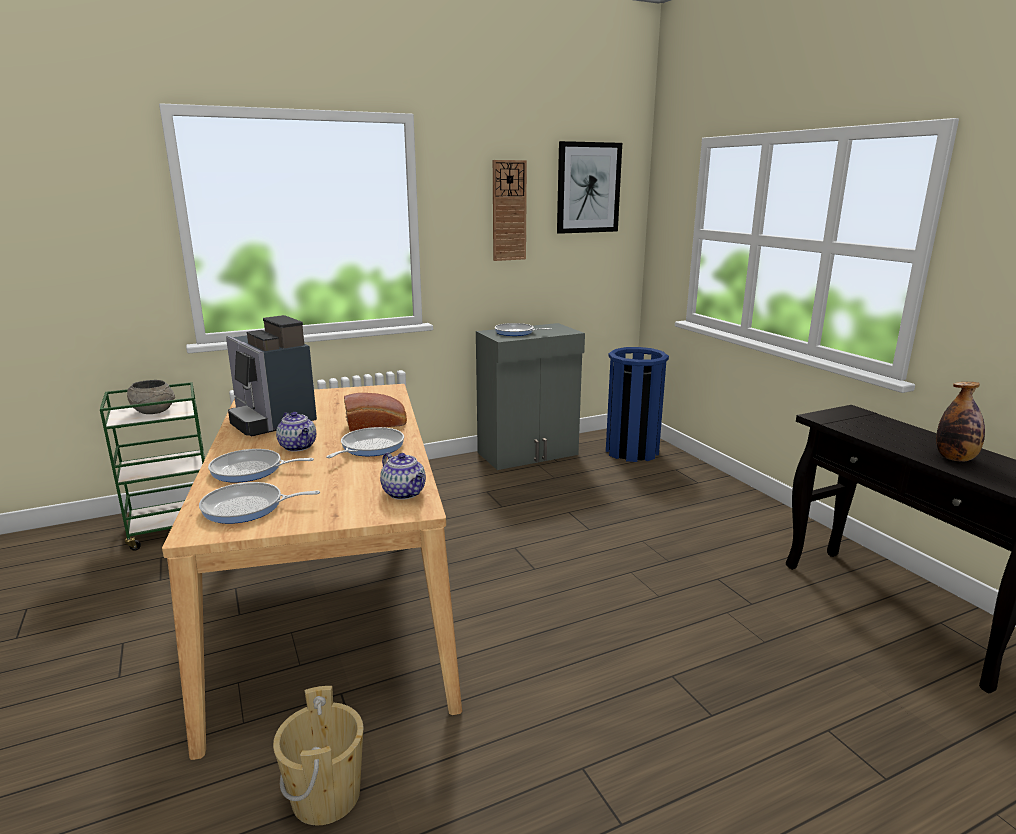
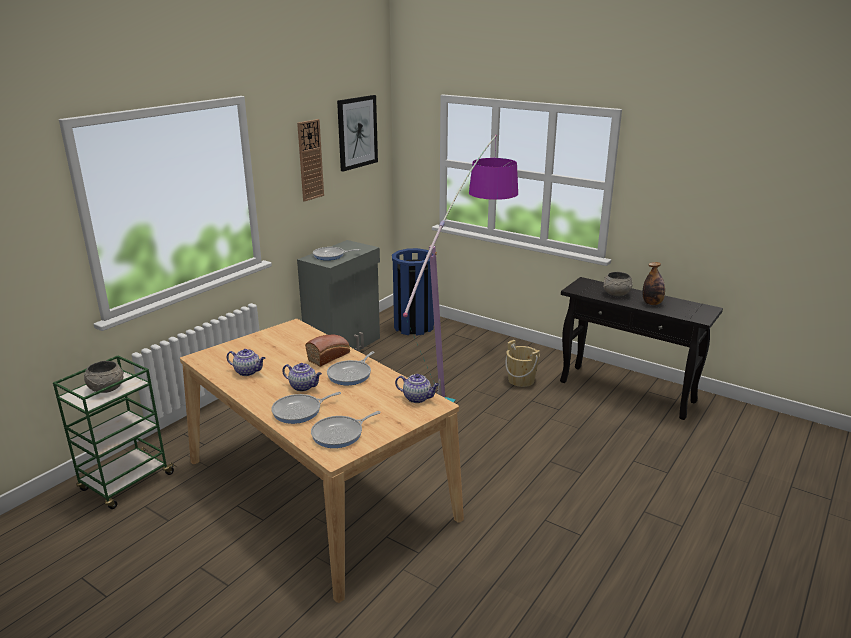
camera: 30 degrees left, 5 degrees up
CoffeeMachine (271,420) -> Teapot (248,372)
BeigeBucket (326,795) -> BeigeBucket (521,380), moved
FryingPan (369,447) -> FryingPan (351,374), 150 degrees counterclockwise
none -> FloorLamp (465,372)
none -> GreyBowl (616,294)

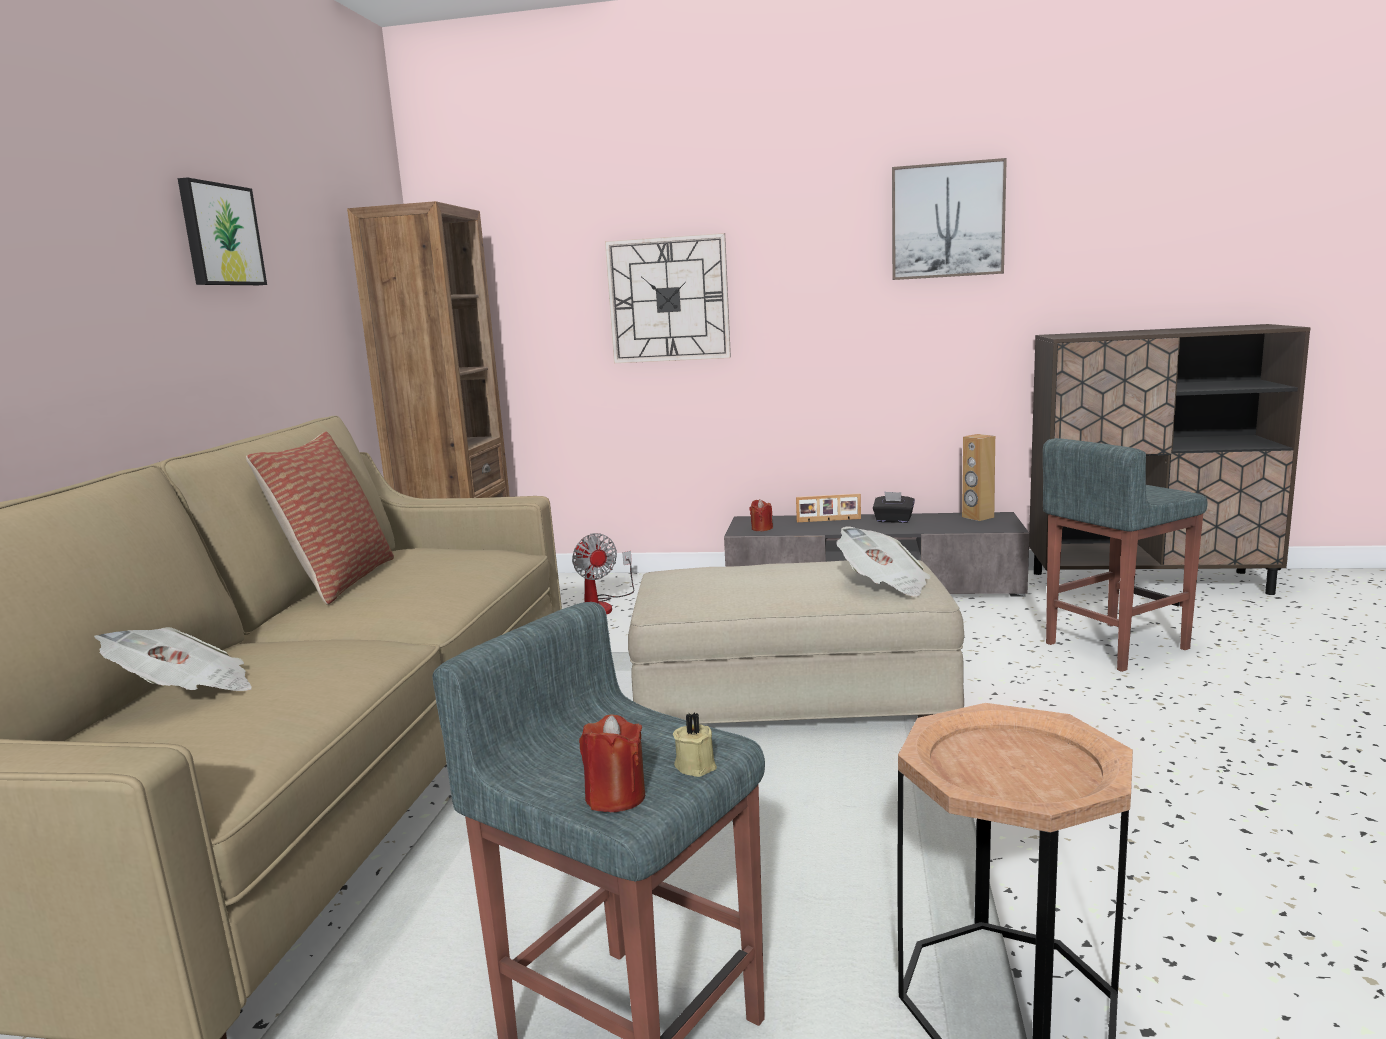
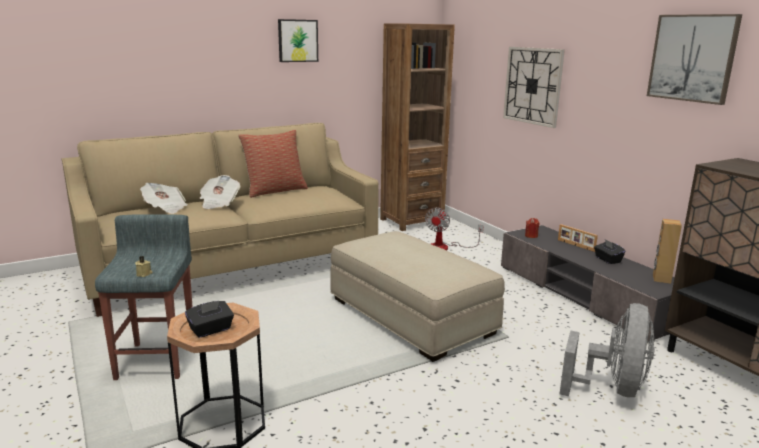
camera: 50 degrees right, 5 degrees up
RedCandle (615,797) -> none
Newspaper (884,585) -> Newspaper (219,203), moved
GreyStool (1114,646) -> GreyFan (612,388)
none -> BlackTissueBox (211,330)

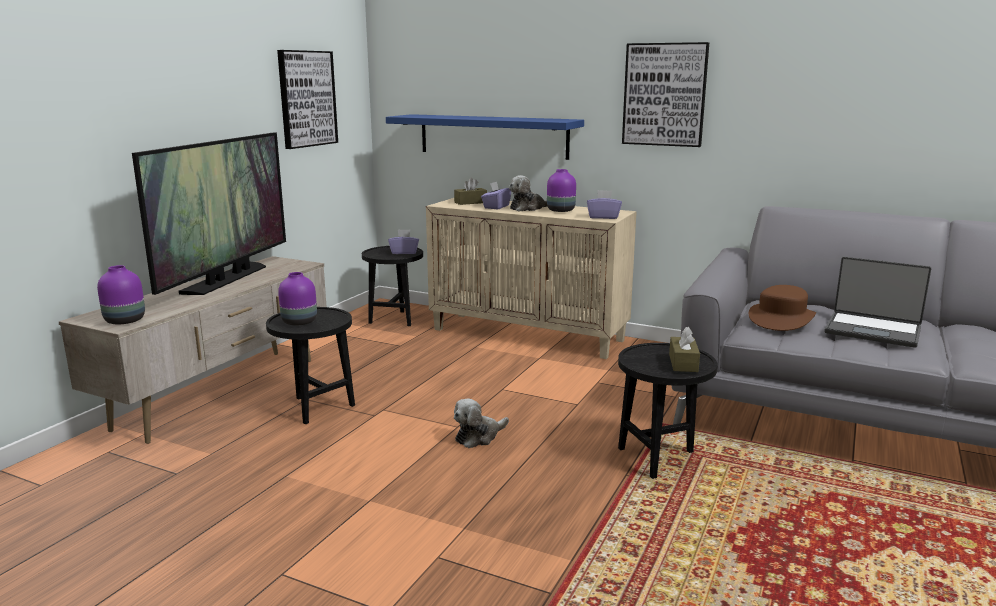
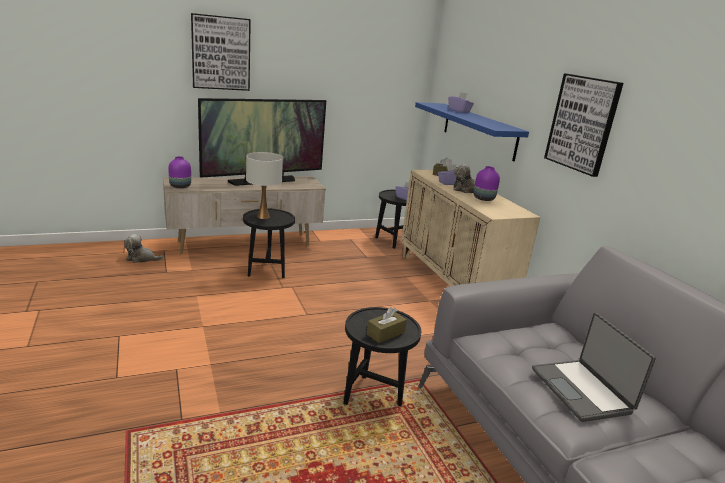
camera: 40 degrees right, 5 degrees up
Picture (307,99) -> Picture (221,53), moved
PurpleVase (299,322) -> WhiteTableLamp (263,216)
PlushToy (479,436) -> PlushToy (142,258), moved
PurpleTissueBox (603,217) -> PurpleTissueBox (459,111), moved
BrownHat (781,318) -> none

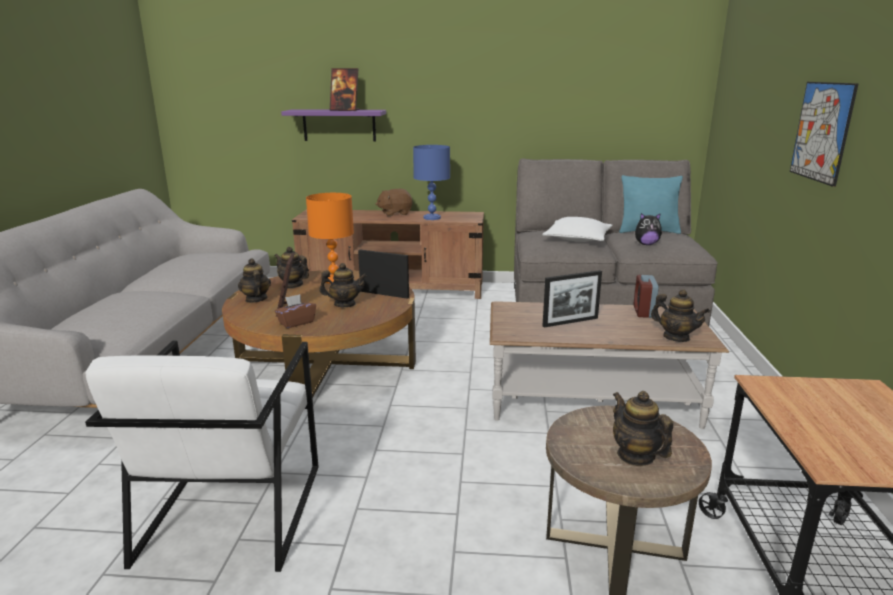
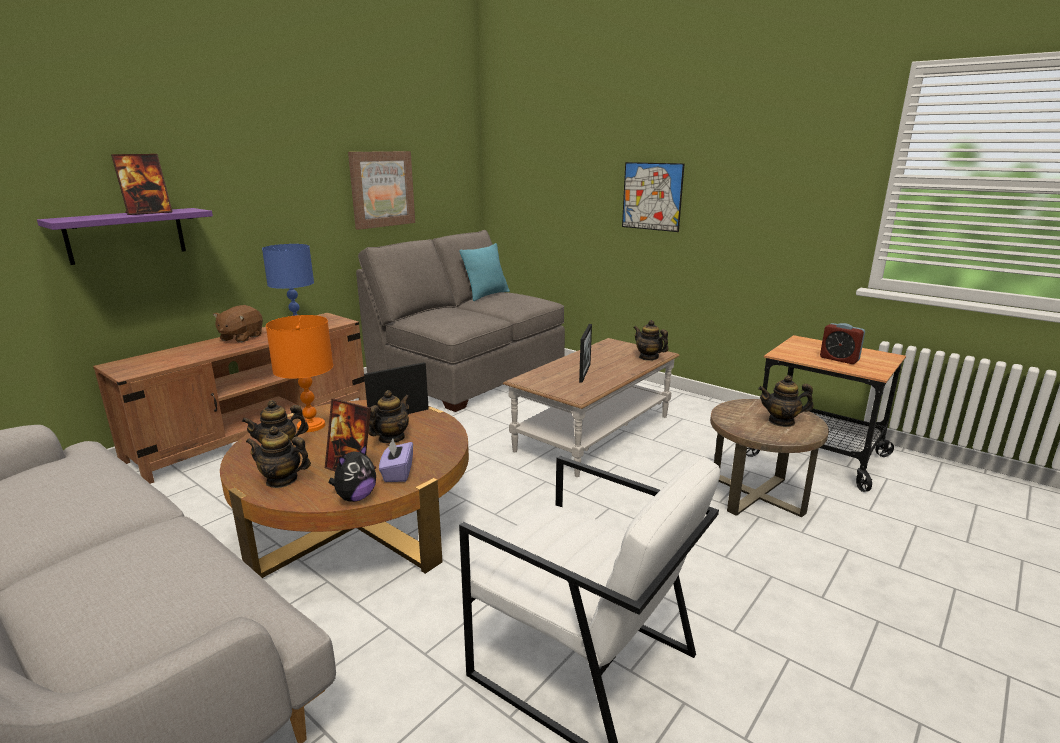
camera: 55 degrees left, 0 degrees up
BrownTissueBox (296,322) -> PurpleTissueBox (397,473)
WhitePillow (577,239) -> none
AlarmClock (643,312) -> AlarmClock (839,359), moved
PlushToy (646,244) -> PlushToy (355,497), moved
Teapot (676,337) -> Teapot (648,357), 120 degrees counterclockwise
none -> Picture (382,189)

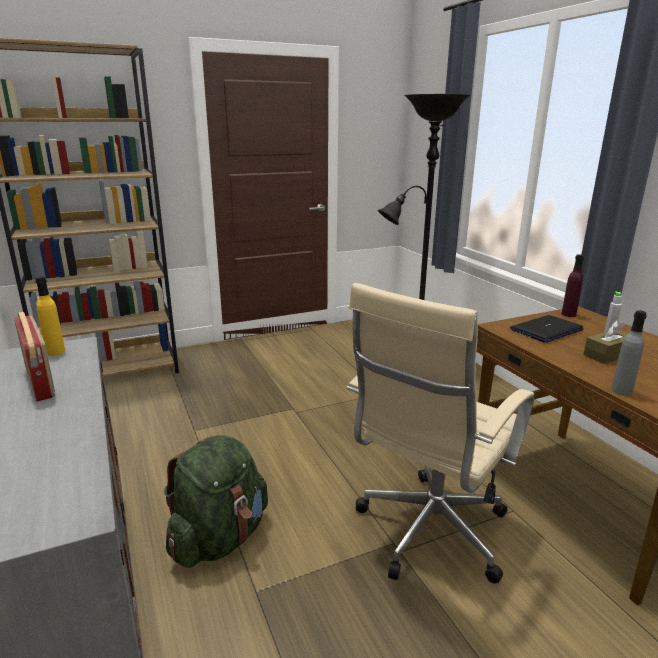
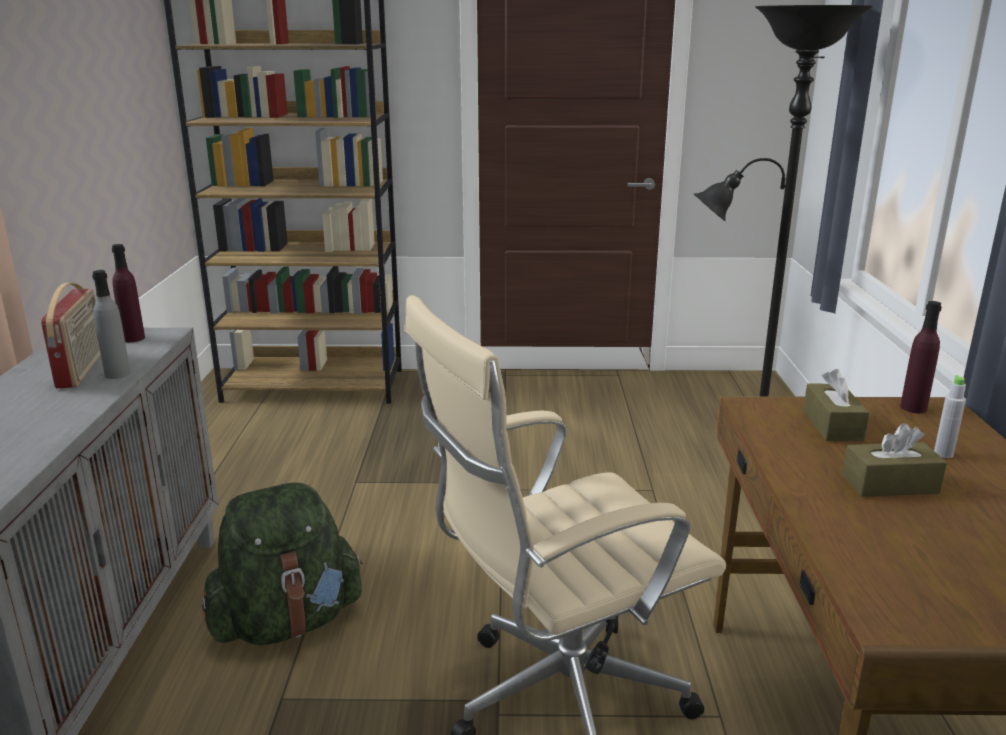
camera: 25 degrees right, 0 degrees up
YellowBottle (55,352) -> PurpleBottle (133,338)
Laptop (546,330) -> BrownTissueBox (832,425)
GreyBottle (621,391) -> GreyBottle (117,374), moved

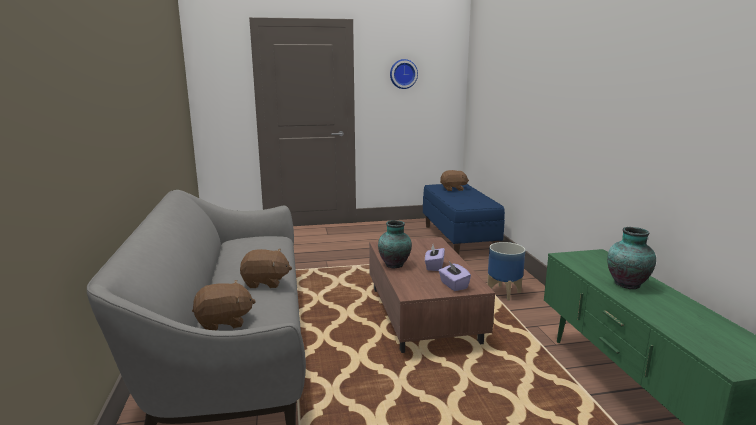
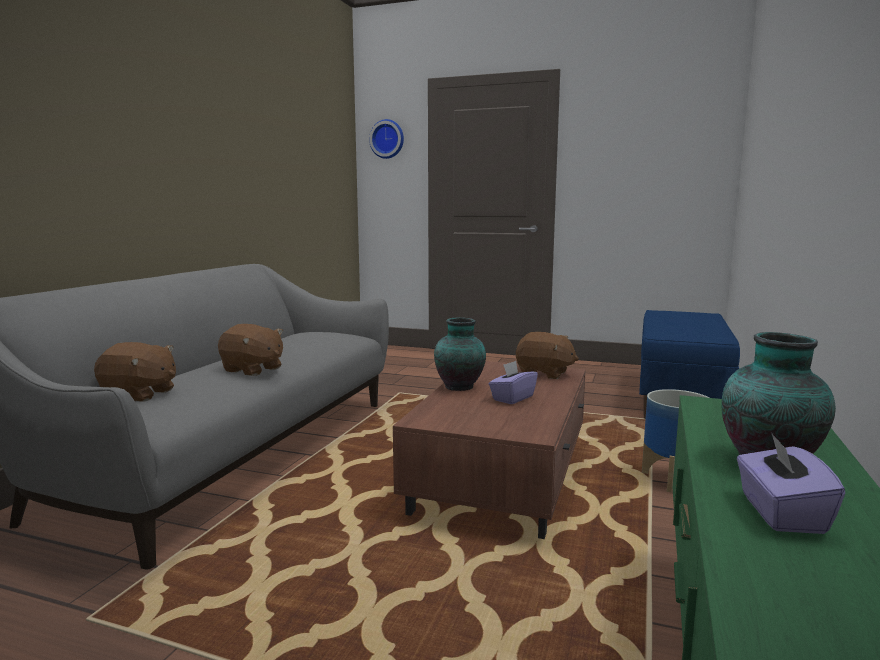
camera: 30 degrees right, 5 degrees down
WallClock (403,74) -> WallClock (387,139), moved
PurpleTissueBox (453,285) -> PurpleTissueBox (780,513), moved
BrownPlushToy (453,189) -> BrownPlushToy (544,373), moved

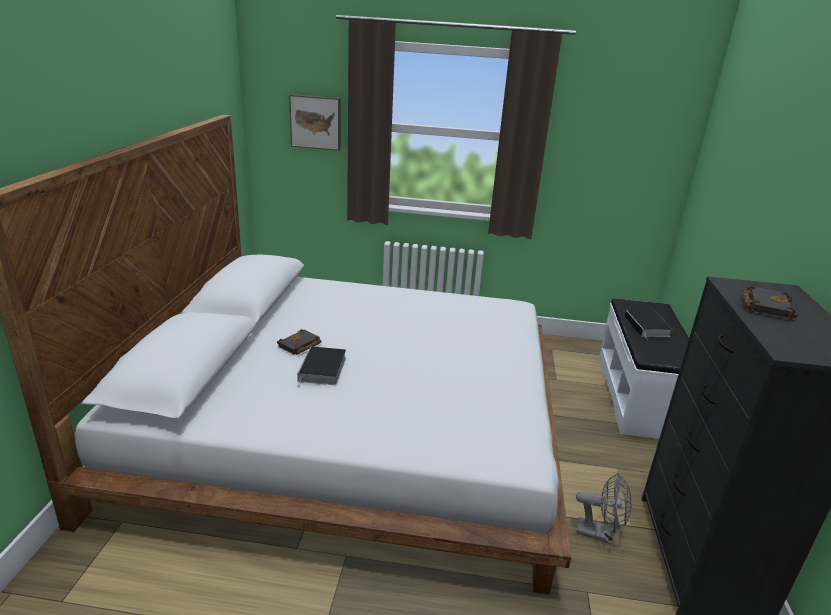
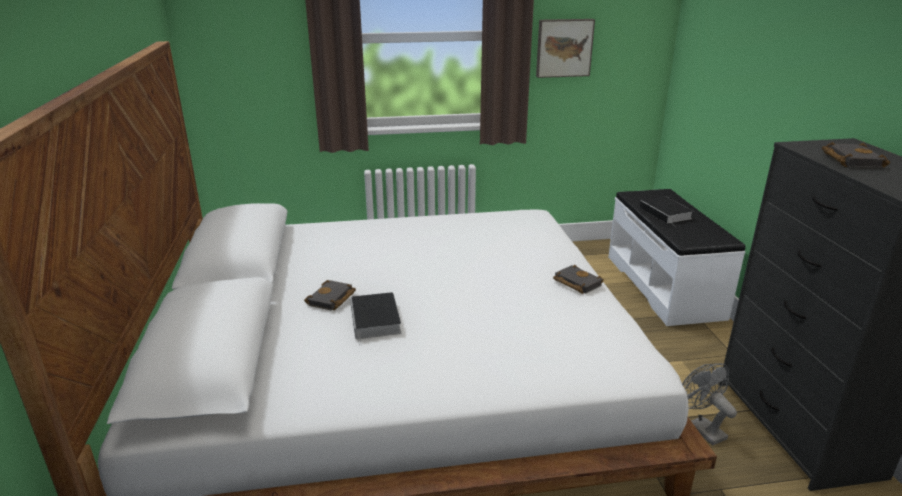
camera: 15 degrees left, 0 degrees up
Picture (316,122) -> Picture (563,47), moved
GreyFan (599,533) -> GreyFan (701,428), 120 degrees counterclockwise
none -> BlackBook (575,283)

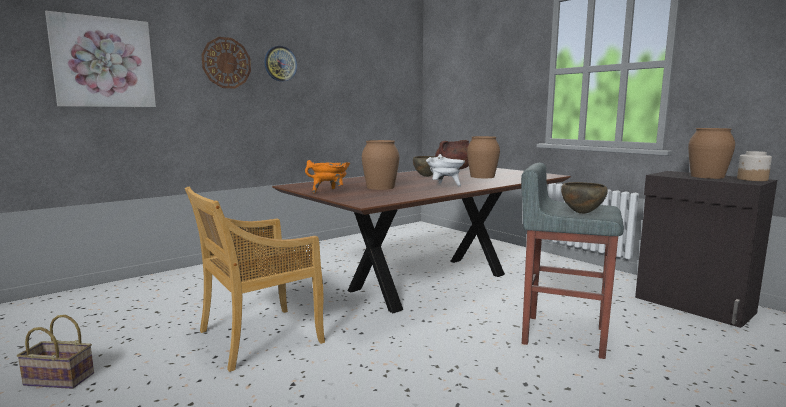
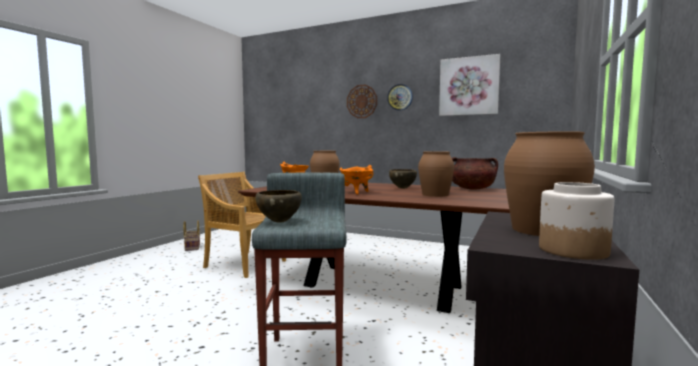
camera: 65 degrees right, 5 degrees down
Picture (103,62) -> Picture (469,86), moved
WhiteCookingPot (445,185) -> OrangeCookingPot (356,192)

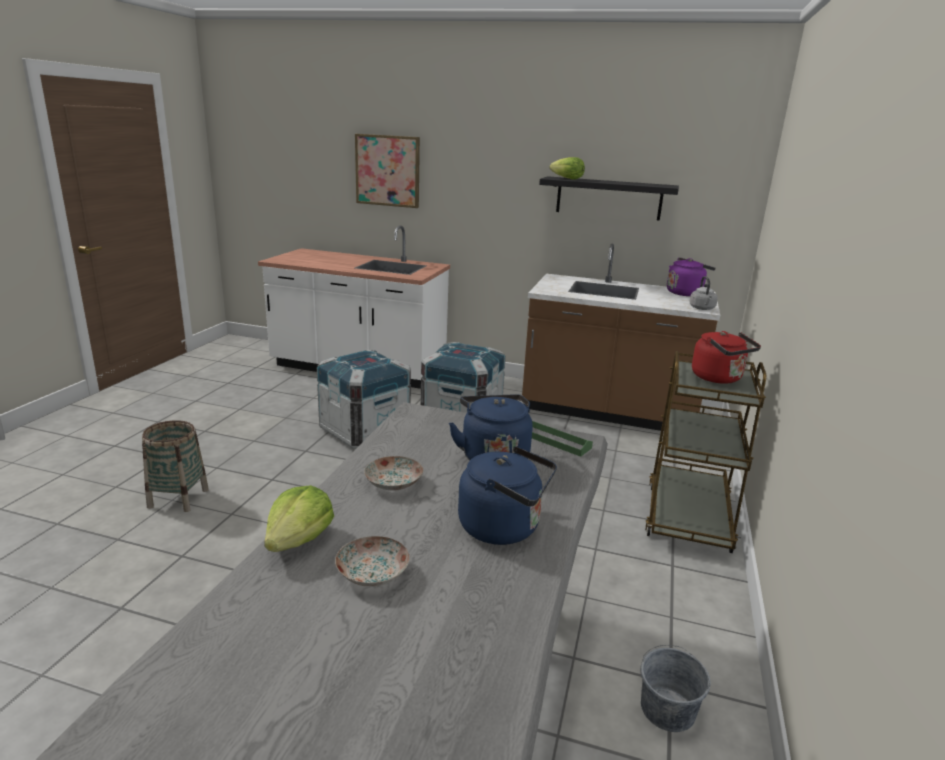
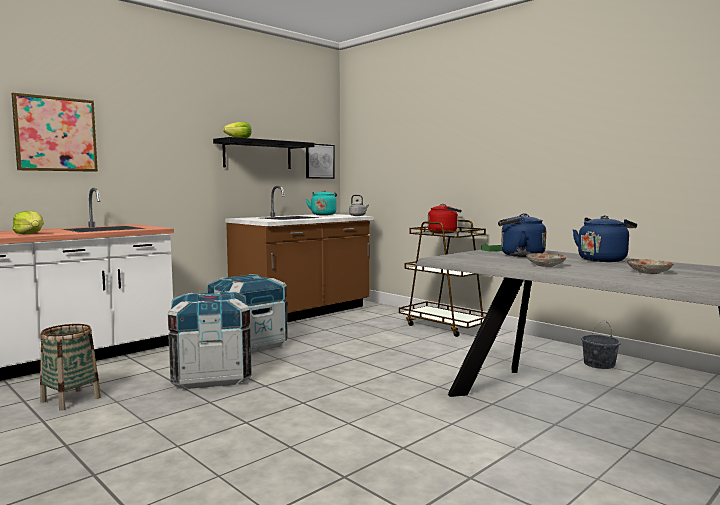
camera: 60 degrees left, 15 degrees down
Basket (178,498) -> Basket (70,399), moved
Lettuce (299,539) -> Lettuce (30,234), moved
PurpleKettle (685,293) -> TurquoiseKettle (323,214)
none -> Picture (319,161)

